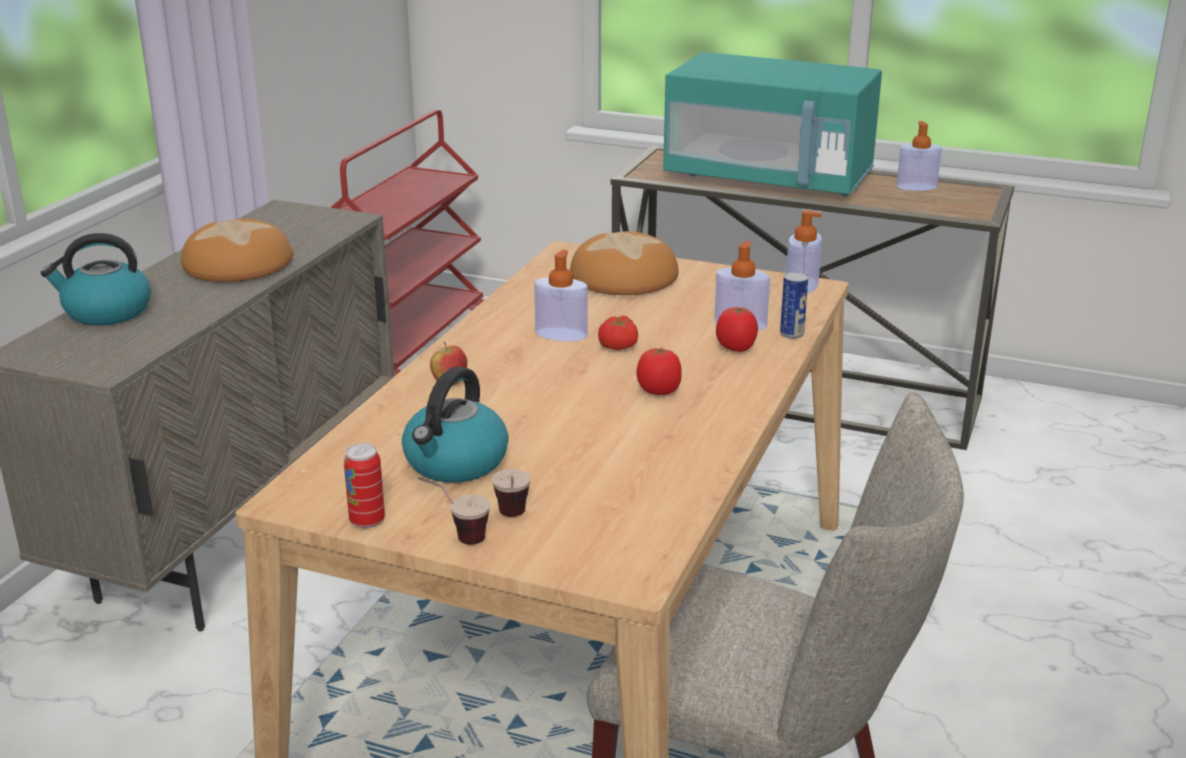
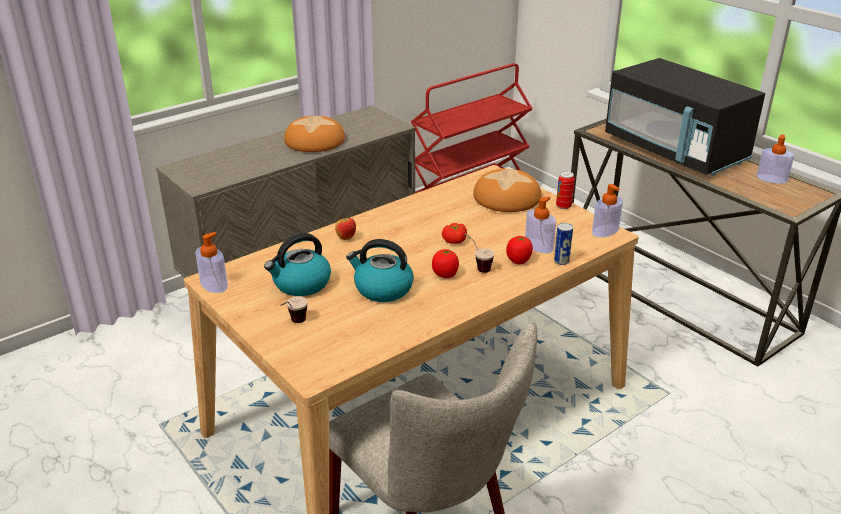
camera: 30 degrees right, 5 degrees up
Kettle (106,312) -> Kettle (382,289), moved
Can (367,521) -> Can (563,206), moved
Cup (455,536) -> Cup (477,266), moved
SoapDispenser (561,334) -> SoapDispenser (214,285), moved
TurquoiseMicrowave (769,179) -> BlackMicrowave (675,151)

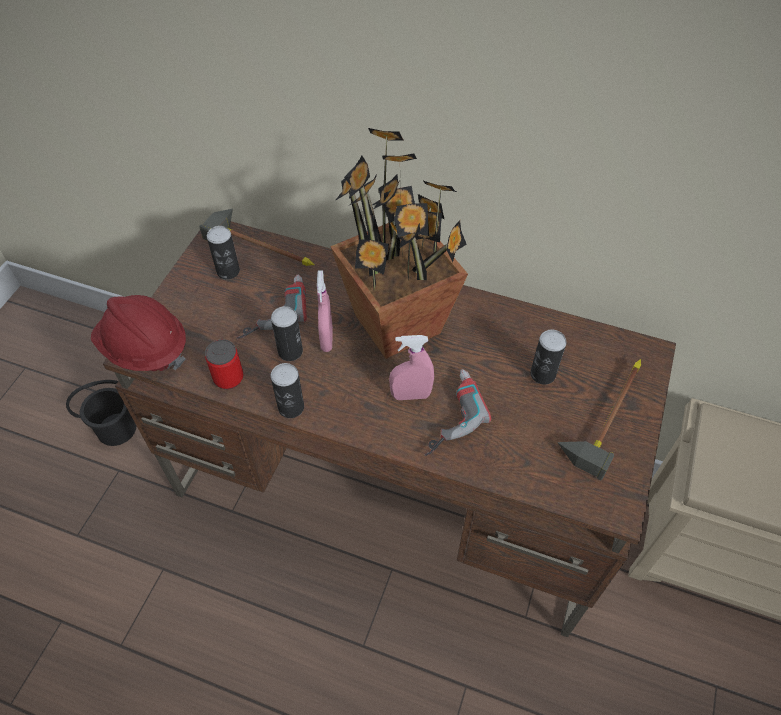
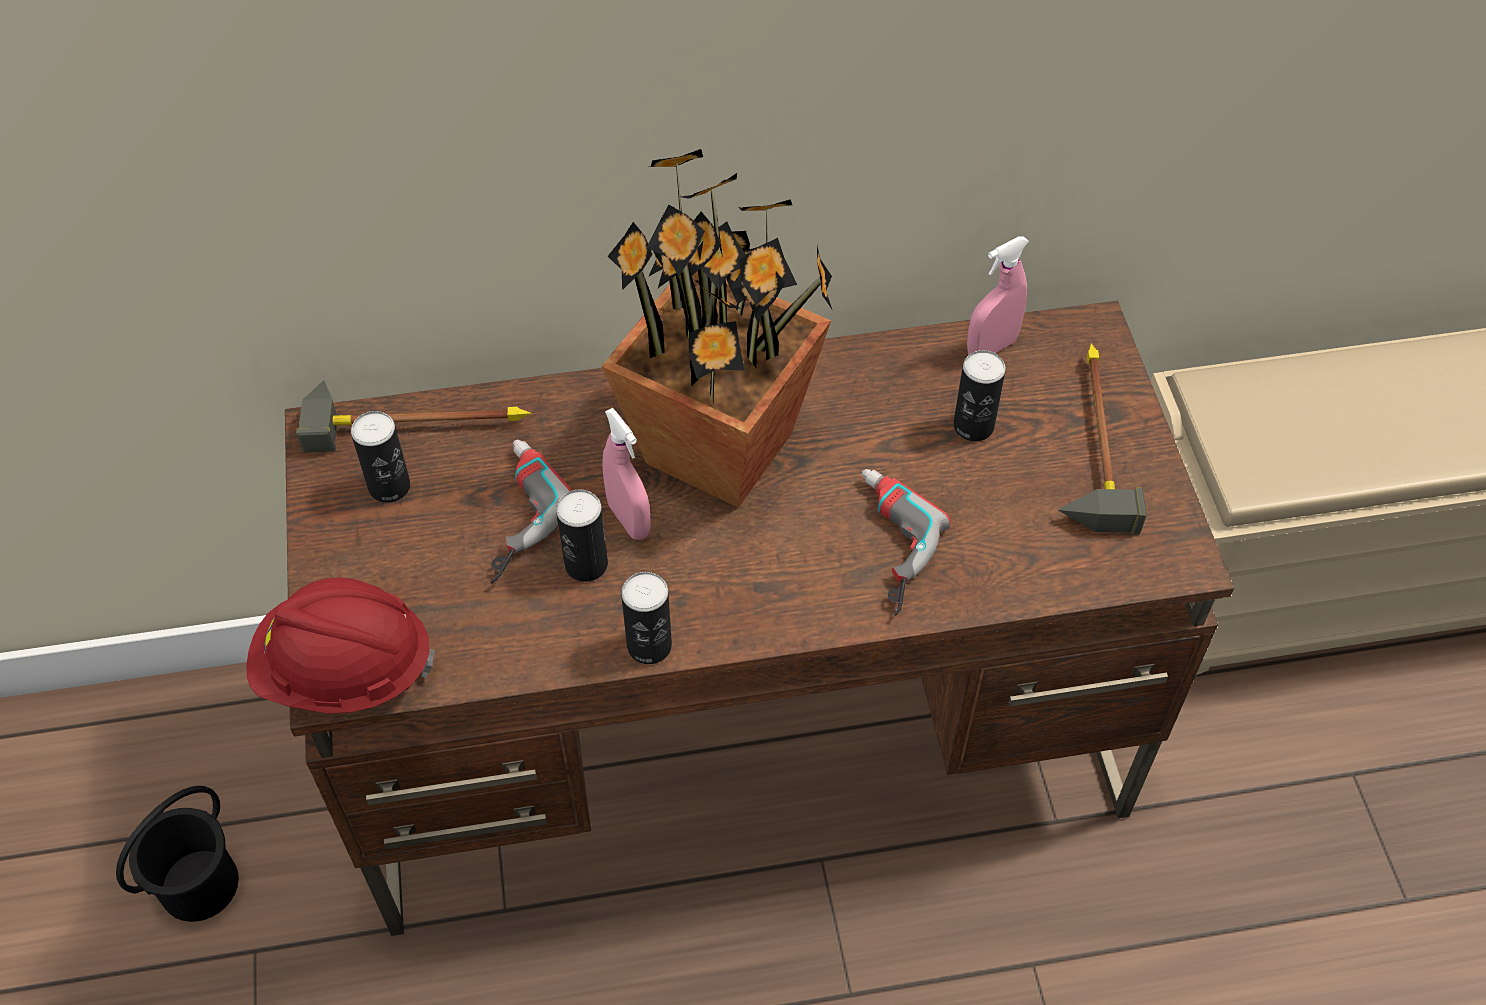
camera: 30 degrees left, 0 degrees up
Can (228,378) -> none
PinkSprayBottle (411,395) -> PinkSprayBottle (991,347), moved

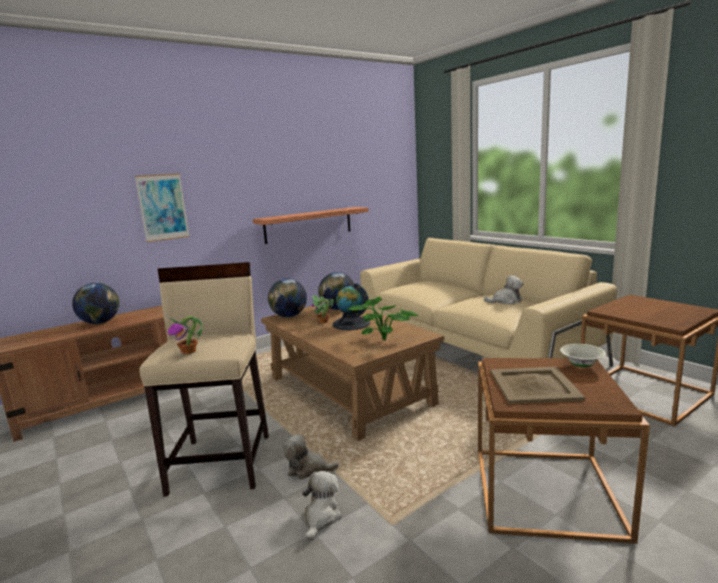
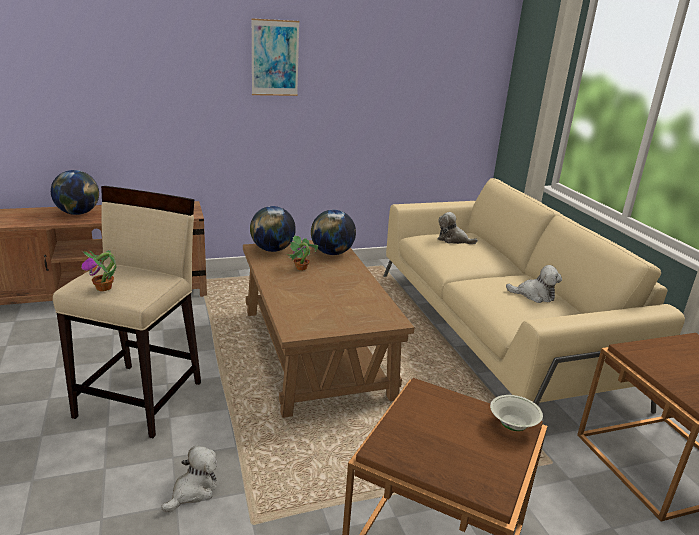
camera: 15 degrees right, 10 degrees up
Picture (163,207) -> Picture (275,58), moved
Shelf (308,225) -> none
PlushToy (308,469) -> PlushToy (453,240), moved
Globe (351,324) -> none
PottedPlant (383,339) -> none
BeigeTray (535,385) -> none

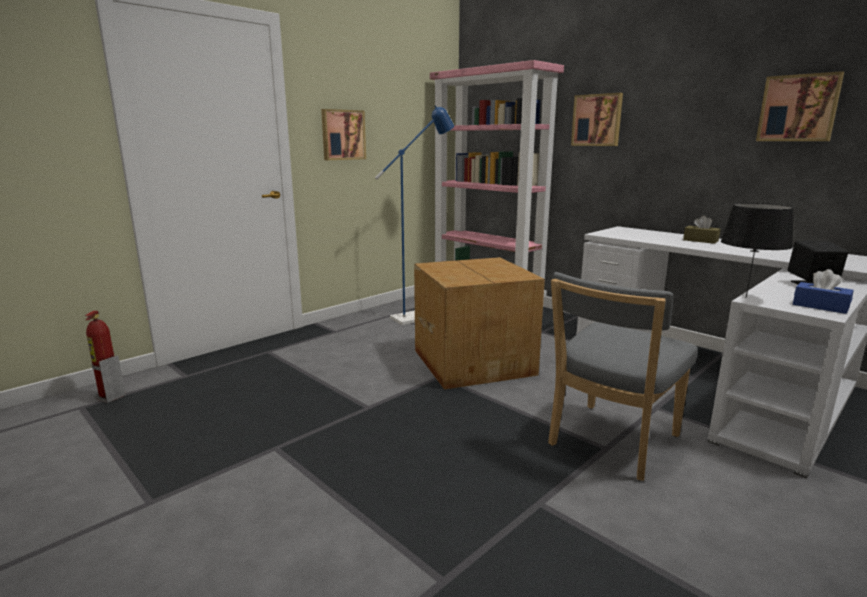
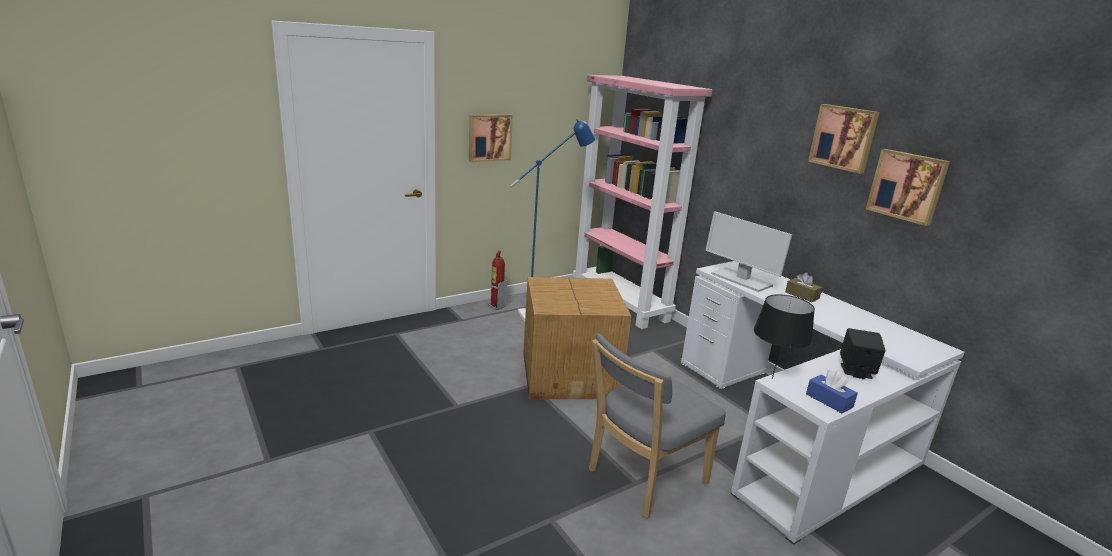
camera: 10 degrees right, 5 degrees up
FireExtinguisher (110,397) -> FireExtinguisher (496,306), moved
Picture (597,120) -> Picture (844,137), moved
none -> Monitor (740,280)

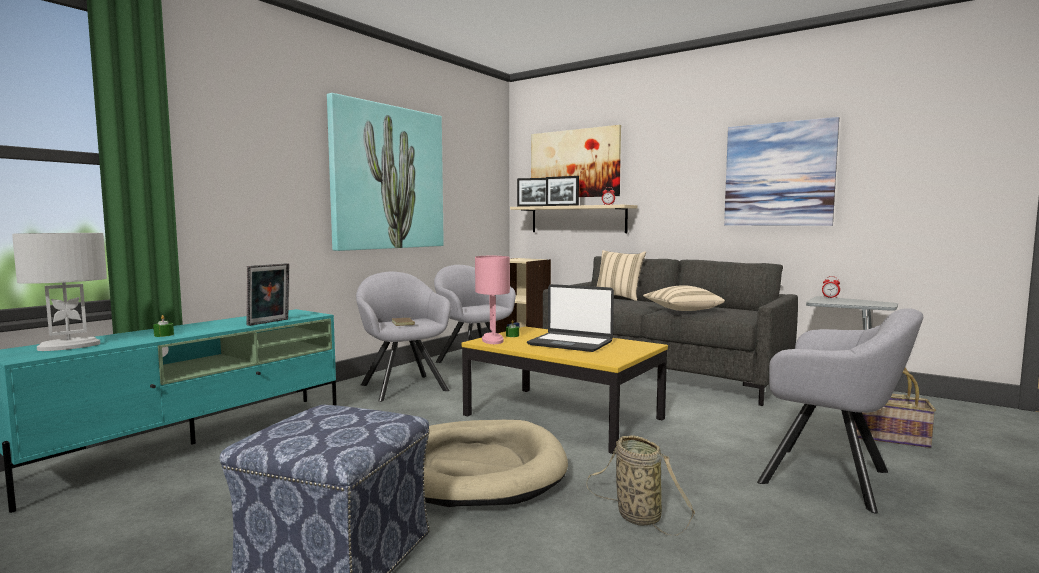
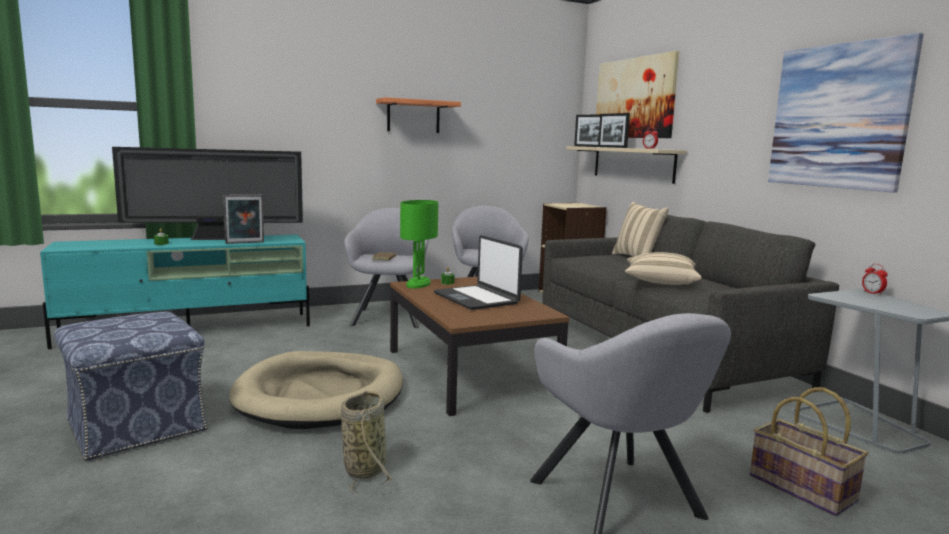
camera: 30 degrees right, 5 degrees up
WhiteTableLamp (69,347) -> none
Picture (387,178) -> Shelf (413,116)
YellowCoffeeTable (563,417) -> BrownCoffeeTable (470,372)
PinkTableLamp (493,340) -> GreenTableLamp (418,284)
none -> Television (215,239)

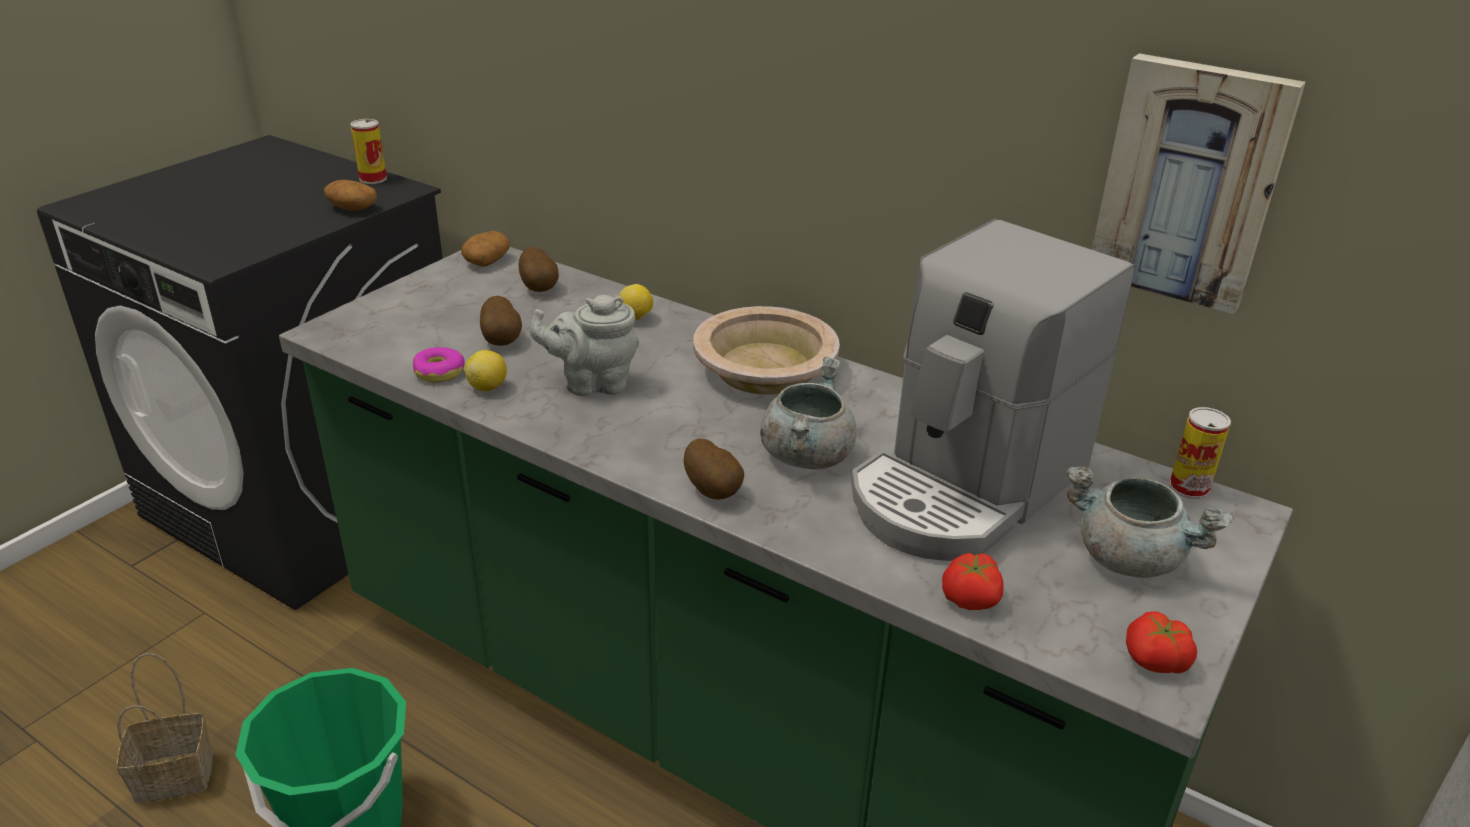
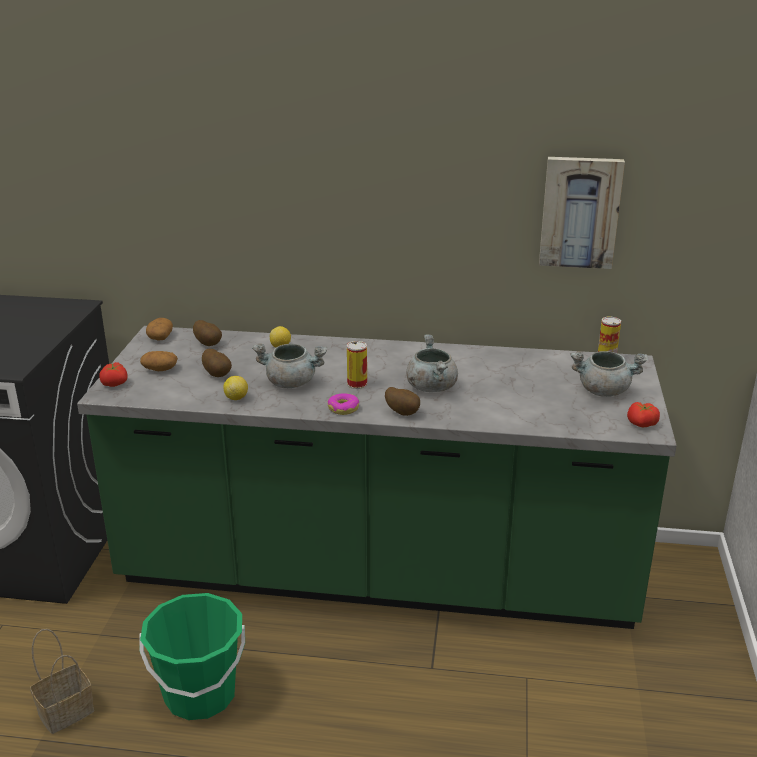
camera: 25 degrees left, 5 degrees down
Potato (352,208) -> Potato (159,369), moved
Can (373,179) -> Can (357,384), moved
Donut (439,372) -> Donut (343,408), moved
GreyTeapot (592,383) -> GreyCookingPot (291,382)
BeigeBowl (765,369) -> none
CoffeeMachine (965,487) -> none
Tomato (971,598) -> Tomato (115,383), moved

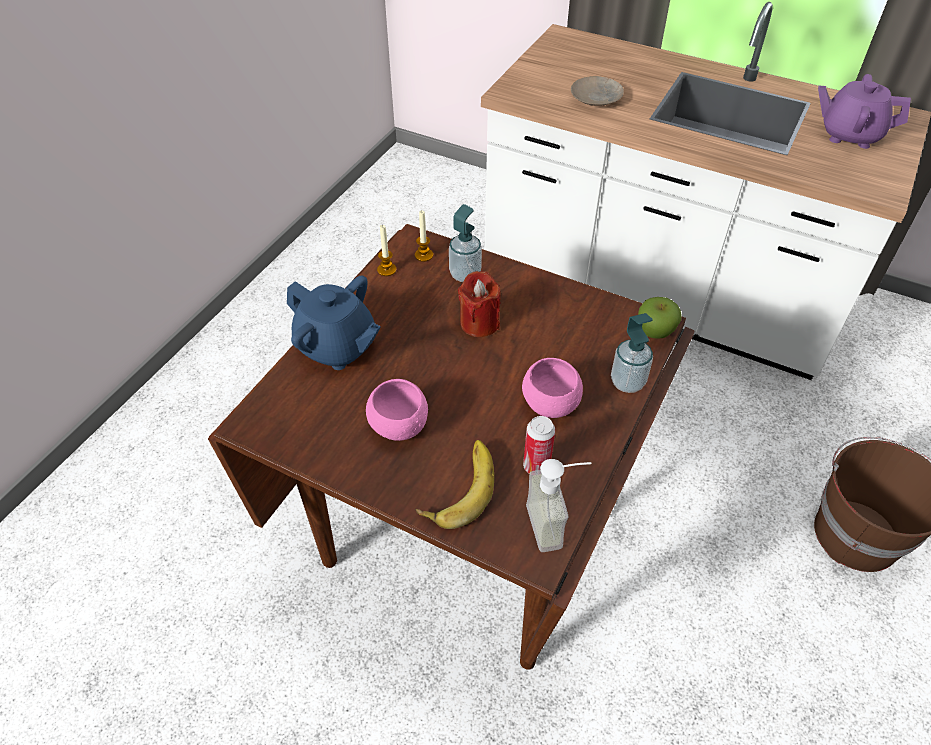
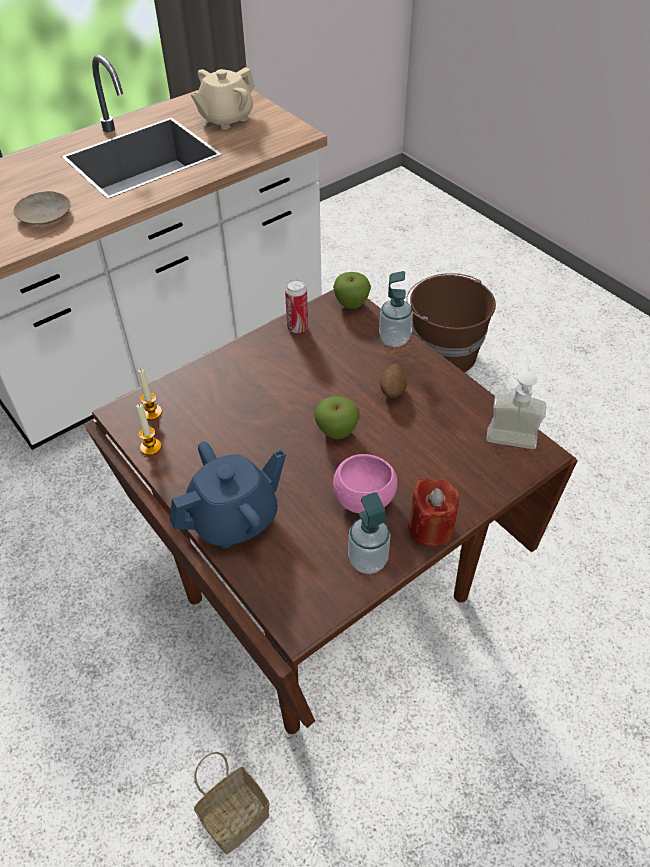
camera: 65 degrees left, 0 degrees up
Banana (457,487) -> none
SoapDispenser (465,274) -> SoapDispenser (368,560), moved
RedCandle (479,323) -> RedCandle (430,528), moved
PinkBowl (550,404) -> Potato (392,391)
Can (536,466) -> Can (297,327), moved
PurpleTeapot (849,135) -> BeigeTeapot (226,119)
none -> Basket (236,815)
none -> Apple (337,431)

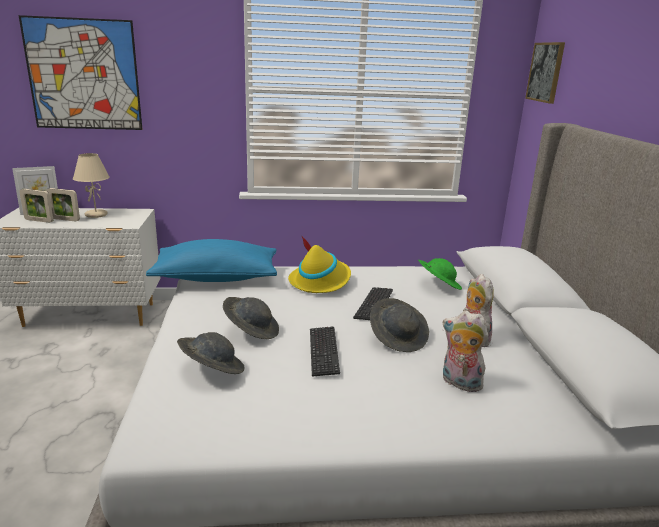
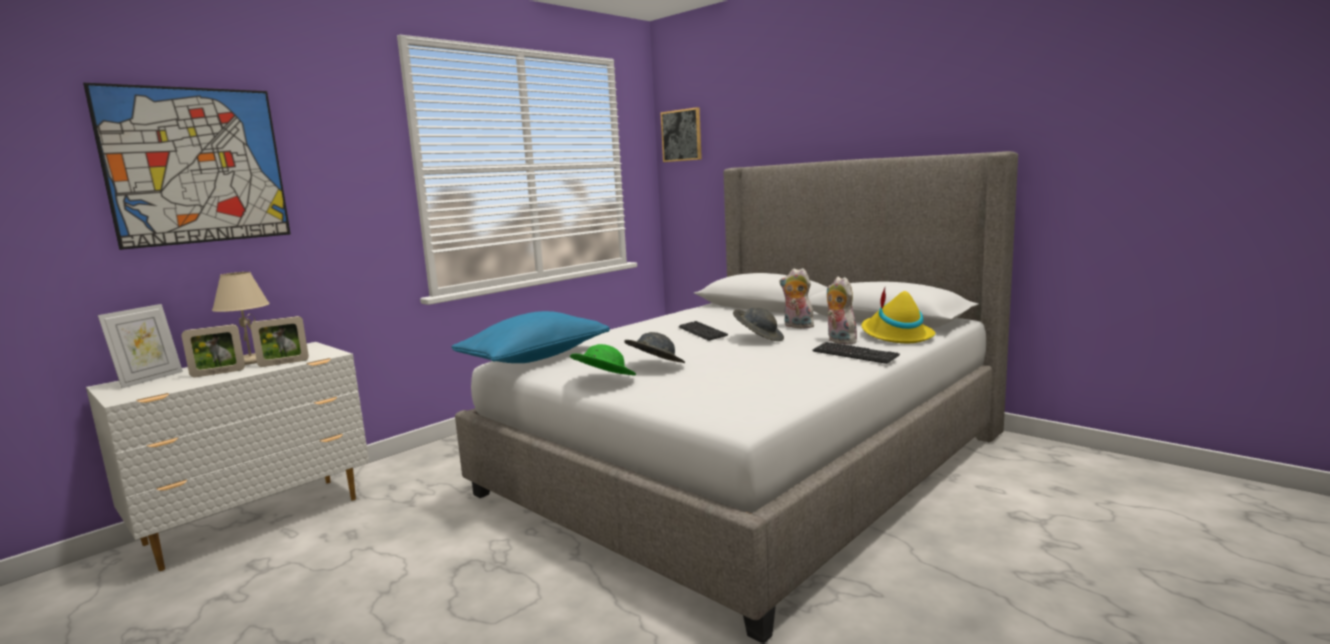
camera: 40 degrees left, 10 degrees down
PictureFrame (39,220) -> PictureFrame (284,363), moved
GreyHat (211,369) -> none
YellowHat (320,281) -> YellowHat (895,336), moved
Keyboard (323,352) -> Keyboard (854,354), moved
GreenHat (438,285) -> GreenHat (603,381), moved
PlushToy (459,383) -> PlushToy (839,341), 75 degrees clockwise

